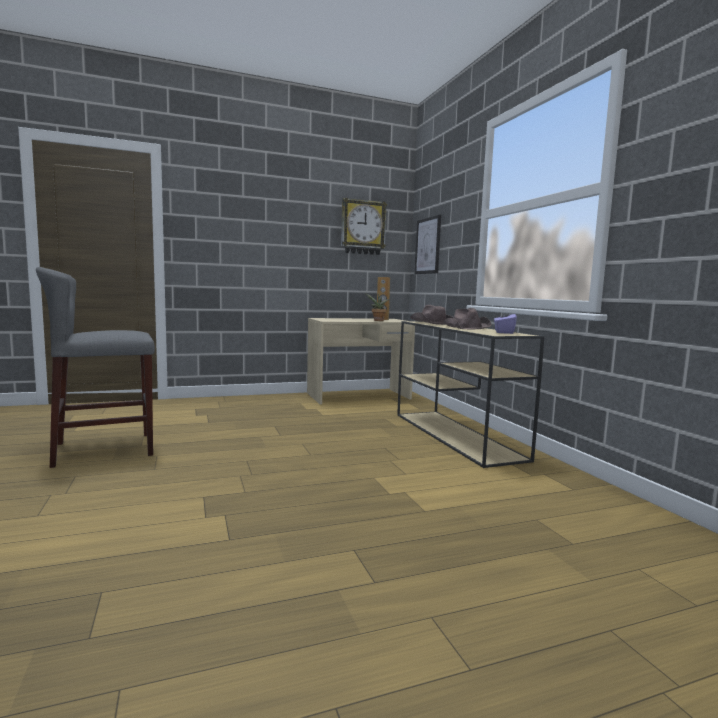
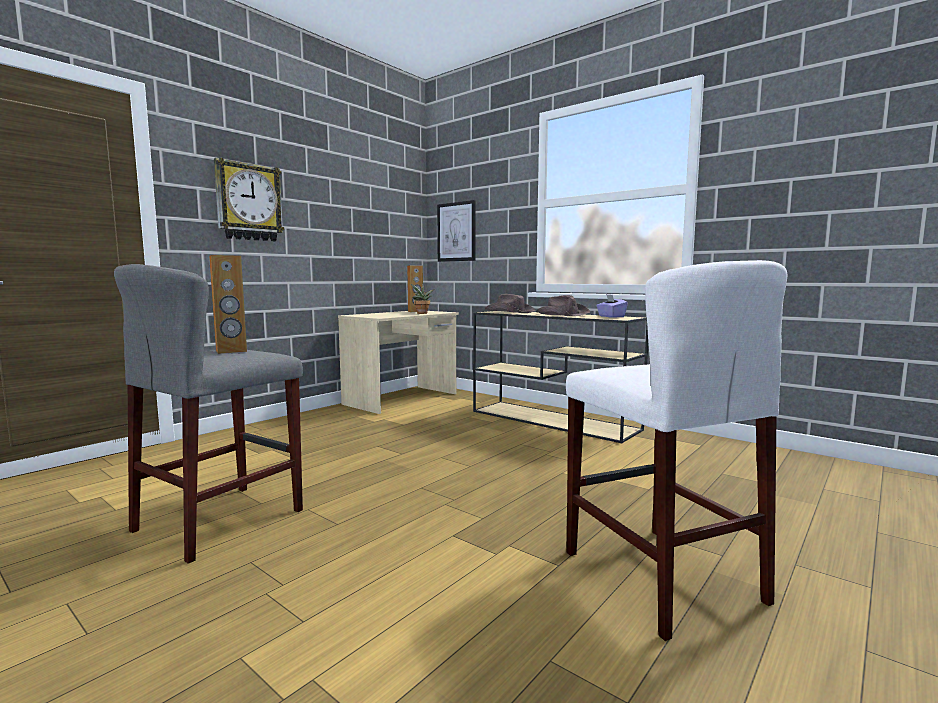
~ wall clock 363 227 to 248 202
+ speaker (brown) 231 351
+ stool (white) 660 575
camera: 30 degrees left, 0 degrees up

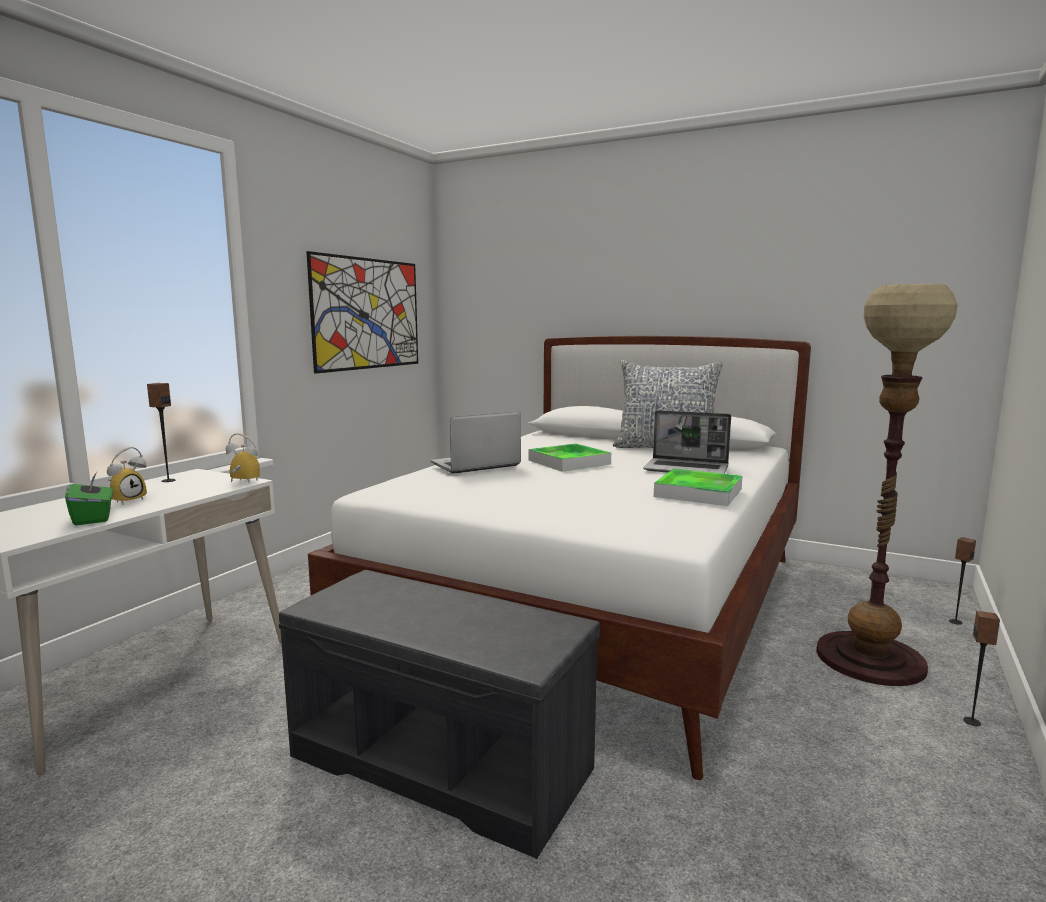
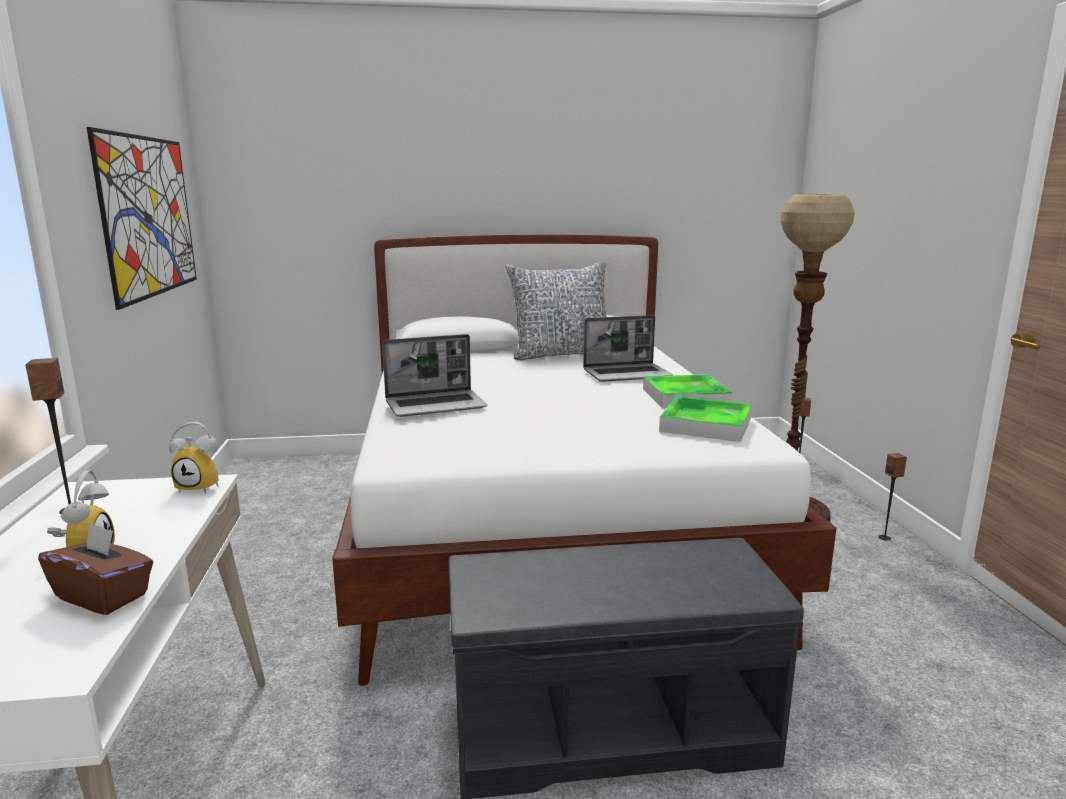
~ laptop 474 465 = 436 405 135 degrees counterclockwise
~ alarm clock 241 482 = 202 487 150 degrees counterclockwise
~ tray 569 462 to 706 424
~ tissue box (green) 93 518 to tissue box (brown) 103 596
camera: 35 degrees left, 5 degrees up

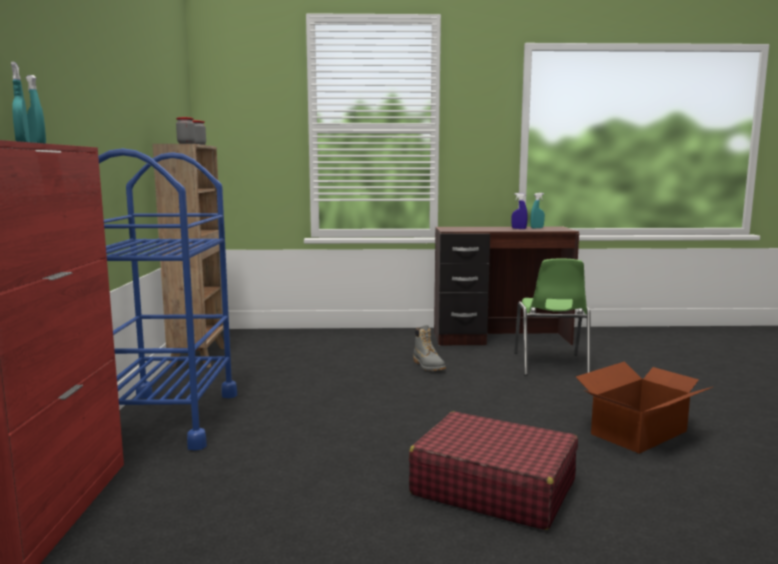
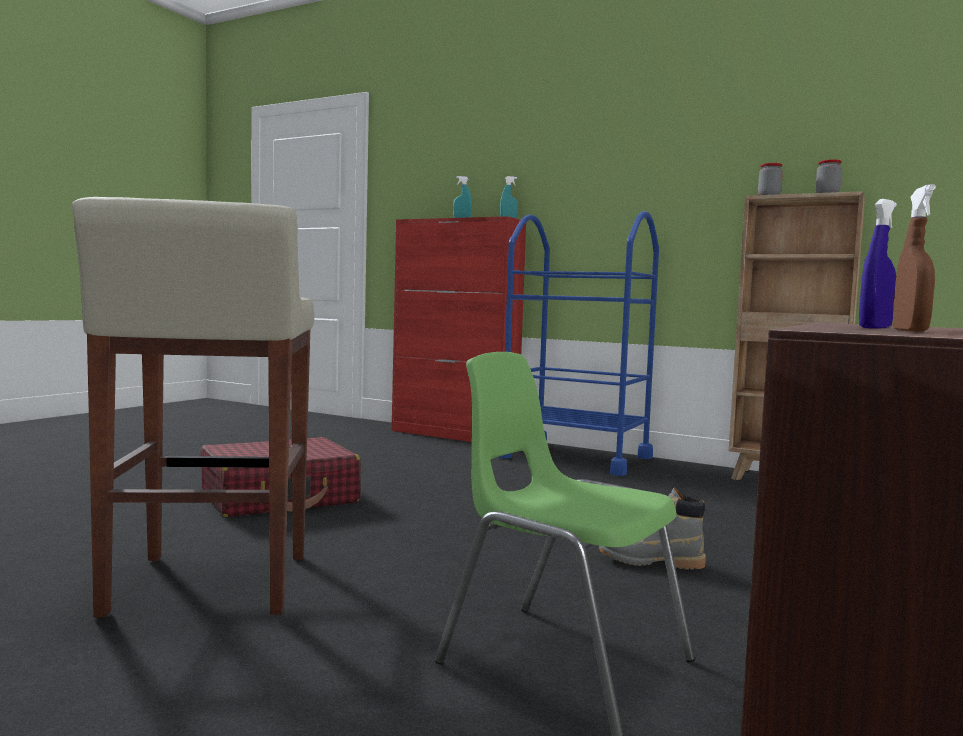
~ spray bottle (turquoise) 537 228 to spray bottle (brown) 910 331
~ cardboard box 640 433 to stool (beige) 208 586
camera: 120 degrees right, 5 degrees down

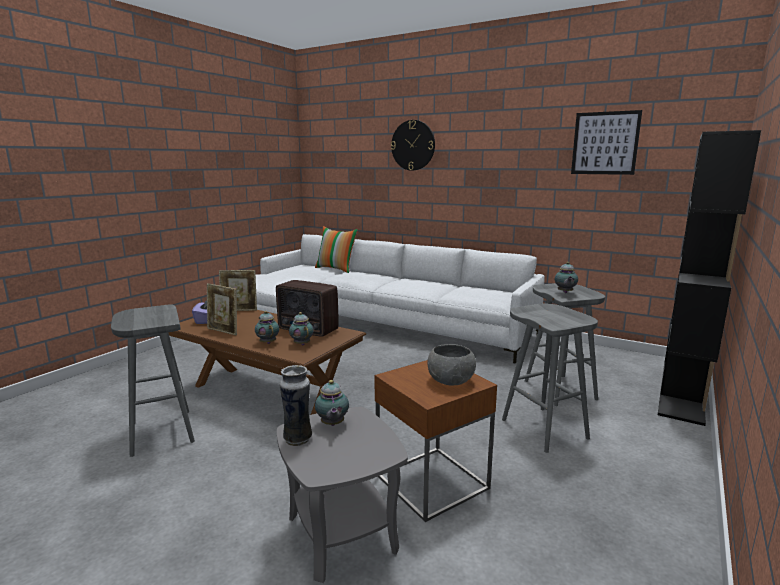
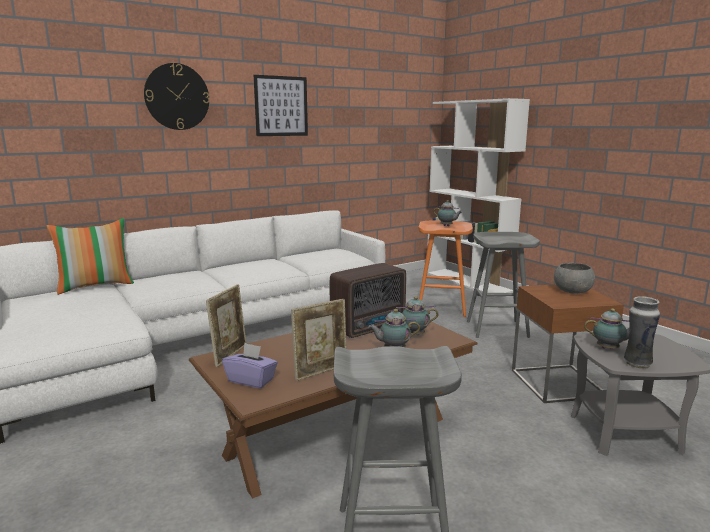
~ picture 605 143 to 281 106
~ bookcase (black) 683 391 to bookcase (white) 468 282
~ stool (grey) 561 390 to stool (orange) 442 308
camera: 65 degrees left, 0 degrees up

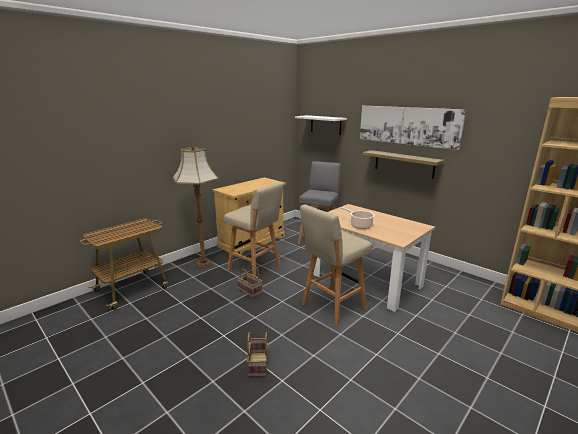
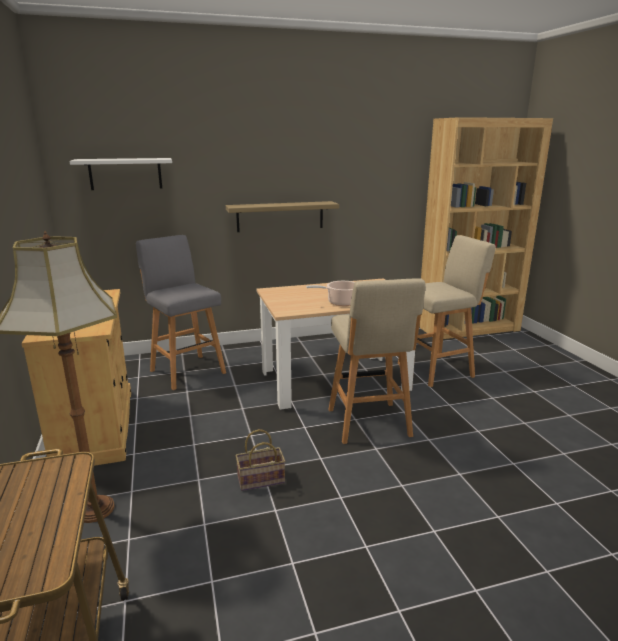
- picture 407 125
~ stool (beige) 255 269 to 437 369
- basket 259 365
camera: 60 degrees left, 0 degrees up

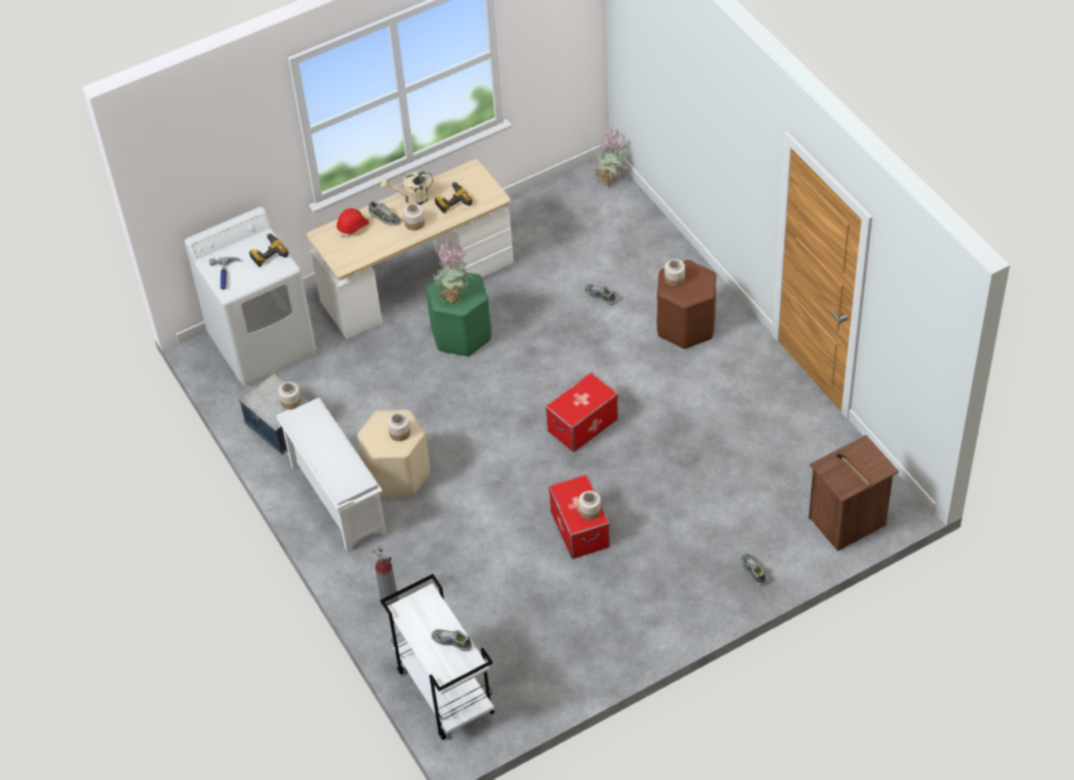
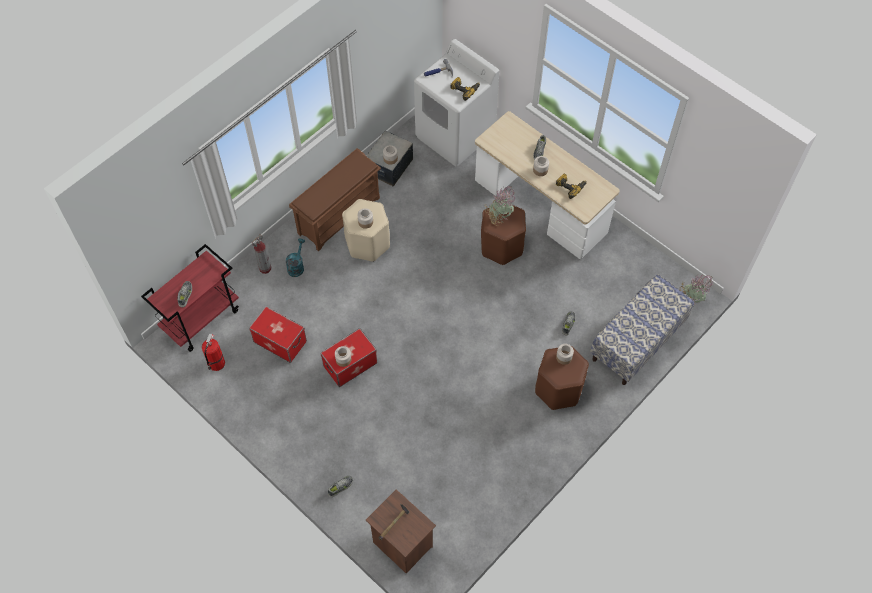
- watering can (beige) 411 198
- hard hat (red) 353 227
~ stool (green) 461 335 to stool (brown) 501 246
~ storage box 583 425 to 279 341
~ shoe rack (white) 336 498 to shoe rack (brown) 339 215
~ cart (white) 444 691 to cart (red) 201 319
+ watering can (turquoise) 296 266
+ bench 637 342
+ fire extinguisher 216 364
camera: 70 degrees right, 10 degrees up

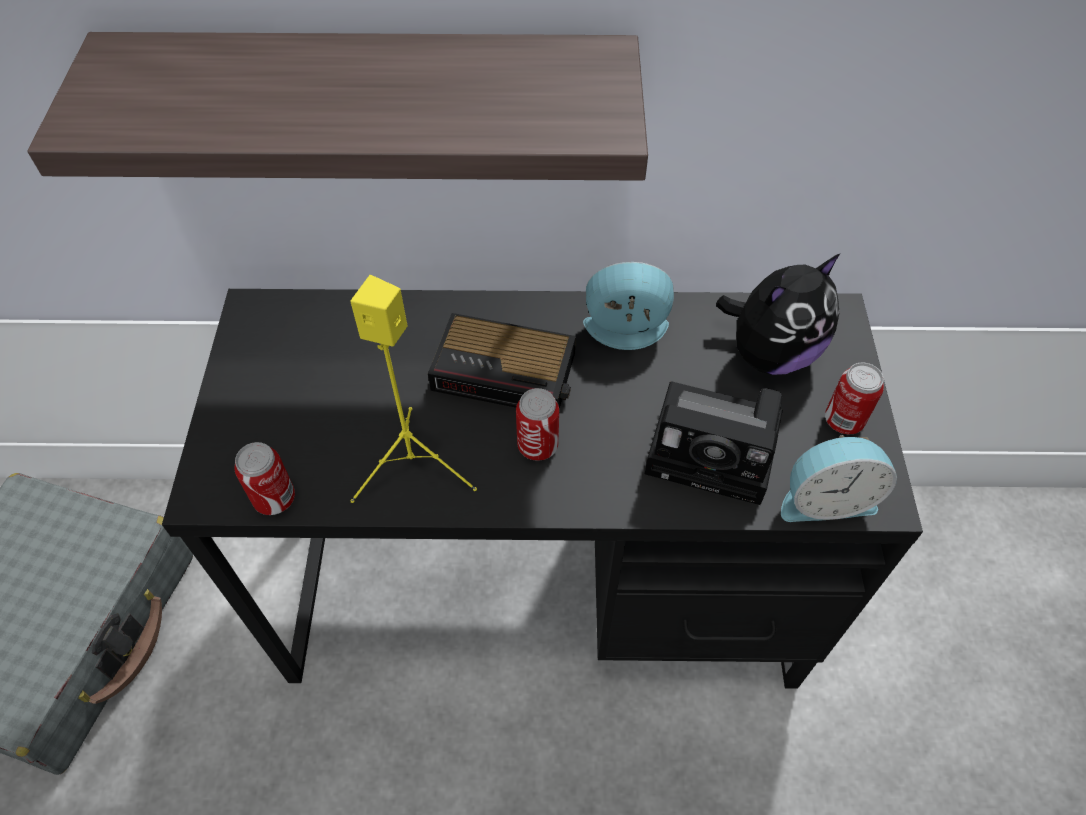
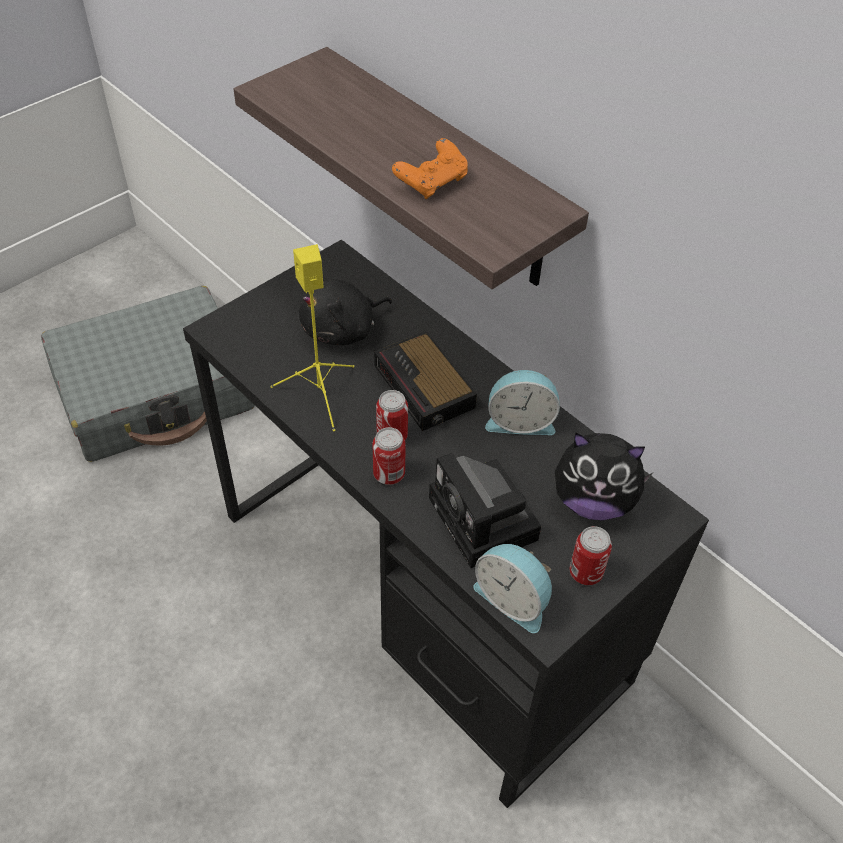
~ alarm clock 626 332 = 520 421 135 degrees clockwise
~ can 274 499 to 389 474
+ game controller (orange) 432 182
+ plush toy (black) 342 330
camera: 45 degrees right, 5 degrees down

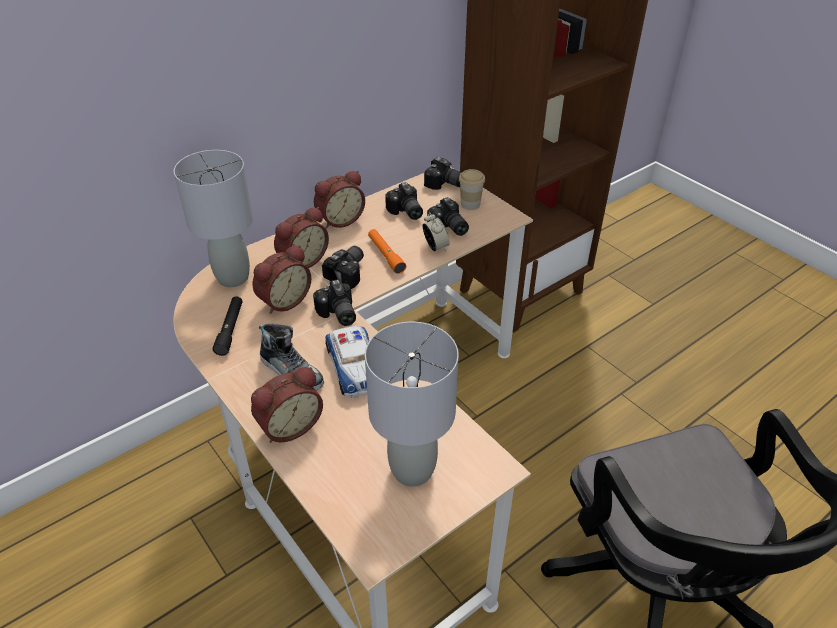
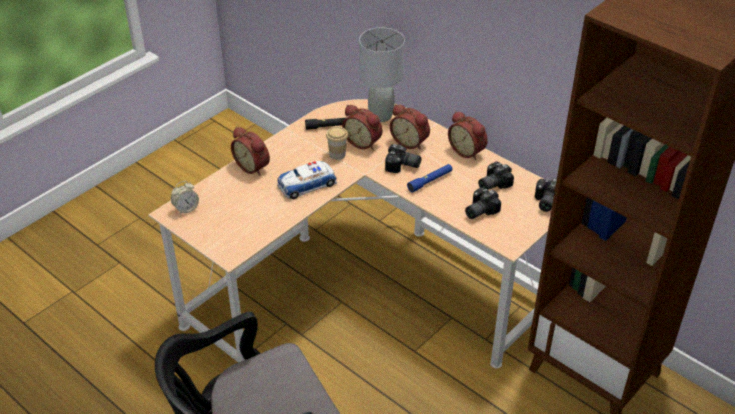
~ cup 470 204 to 337 154
~ alarm clock 435 247 to 186 209
~ flashlight (orange) 386 255 to flashlight (blue) 430 181
- photo camera 337 314
- table lamp (grey) 412 471
- shoe 291 371
camera: 80 degrees right, 0 degrees up

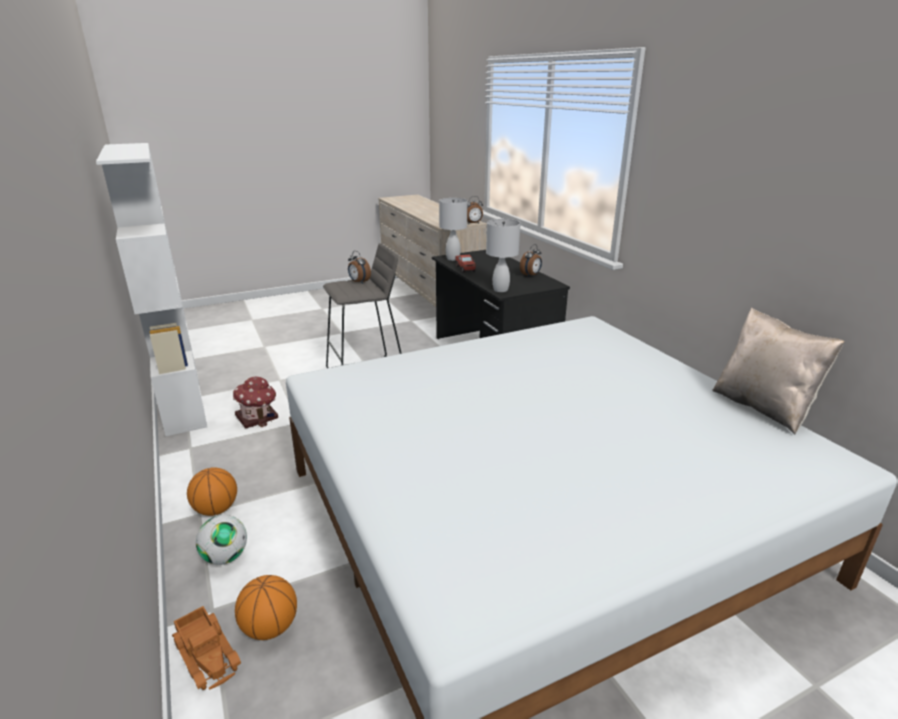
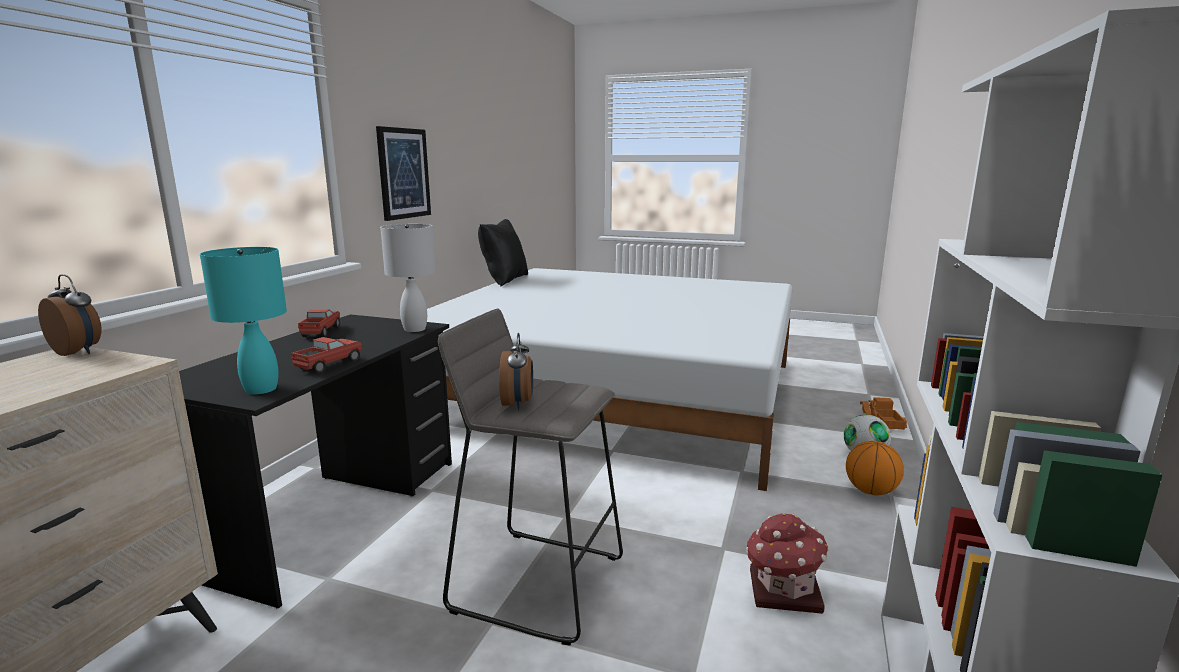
~ table lamp (white) 453 259 to table lamp (turquoise) 260 389
~ alarm clock 531 275 to toy truck 321 332
~ pillow (beige) 762 407 to pillow (black) 504 280
- basketball 270 627
+ picture 403 173
camera: 135 degrees left, 10 degrees down

